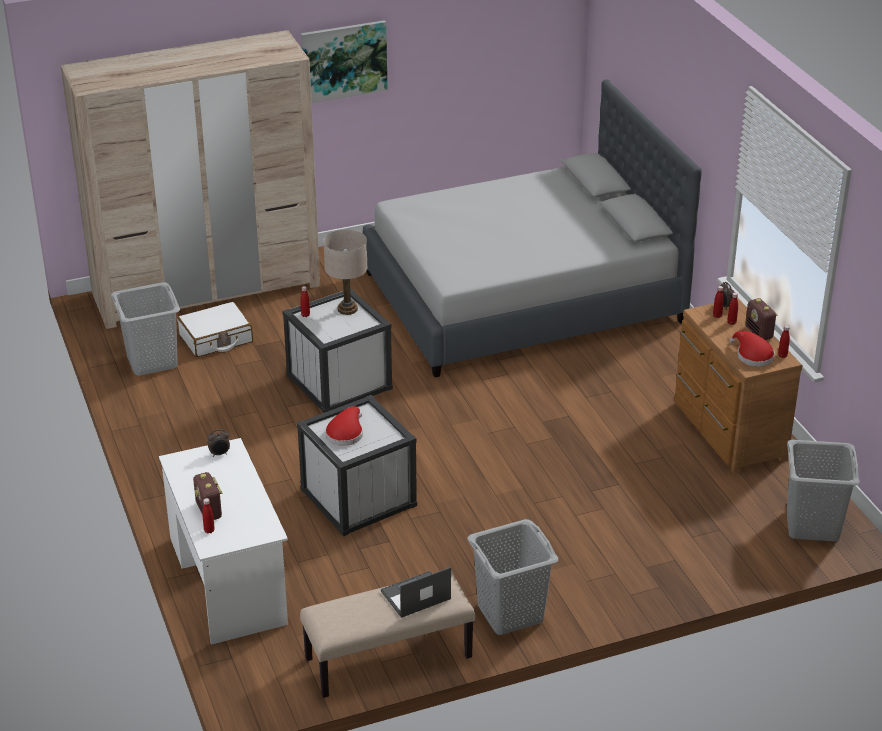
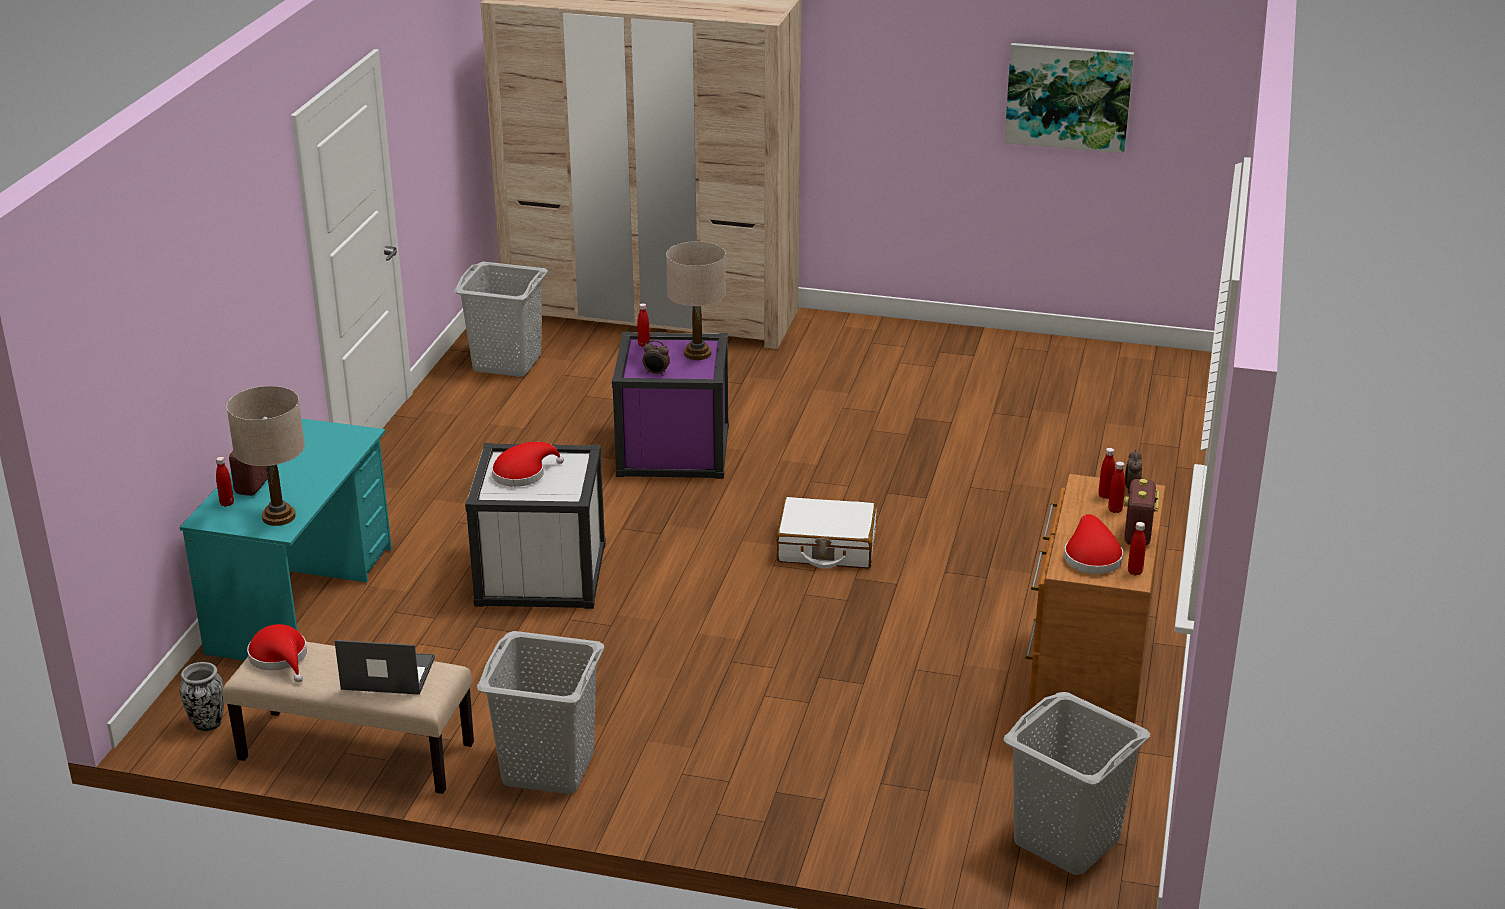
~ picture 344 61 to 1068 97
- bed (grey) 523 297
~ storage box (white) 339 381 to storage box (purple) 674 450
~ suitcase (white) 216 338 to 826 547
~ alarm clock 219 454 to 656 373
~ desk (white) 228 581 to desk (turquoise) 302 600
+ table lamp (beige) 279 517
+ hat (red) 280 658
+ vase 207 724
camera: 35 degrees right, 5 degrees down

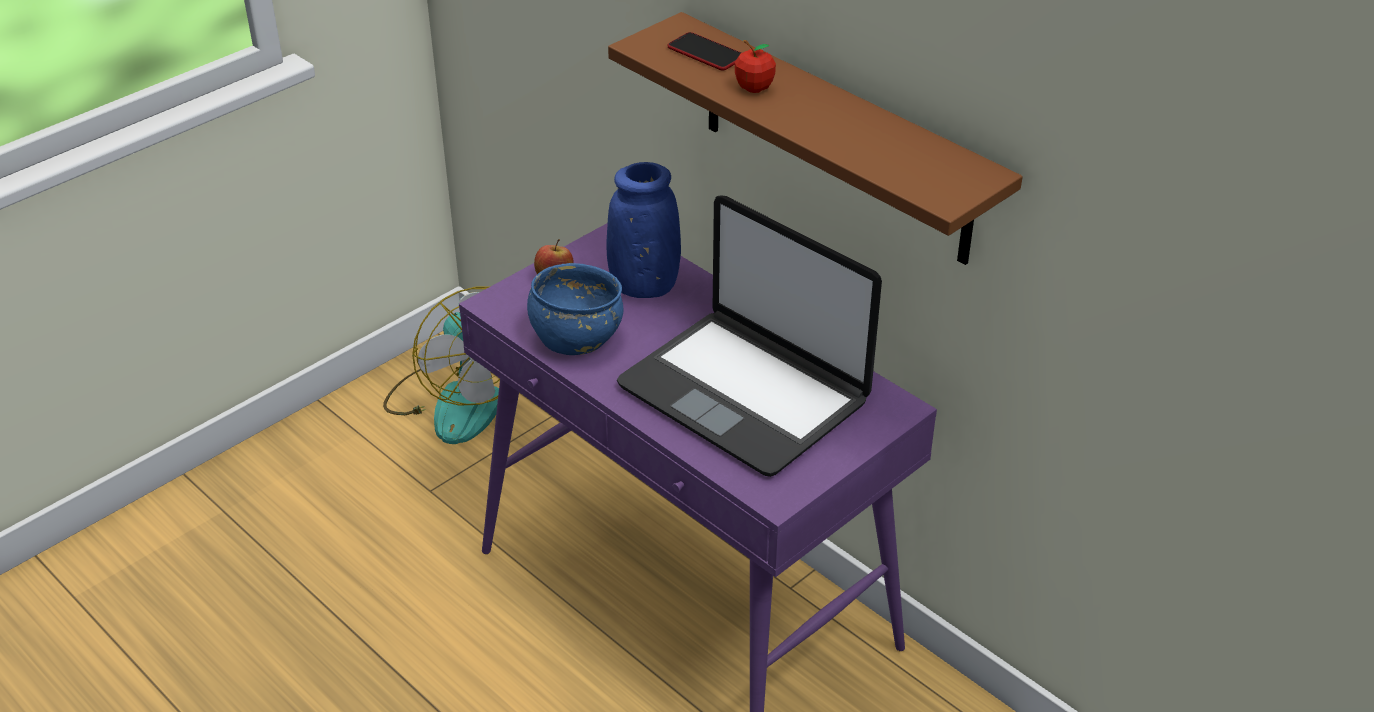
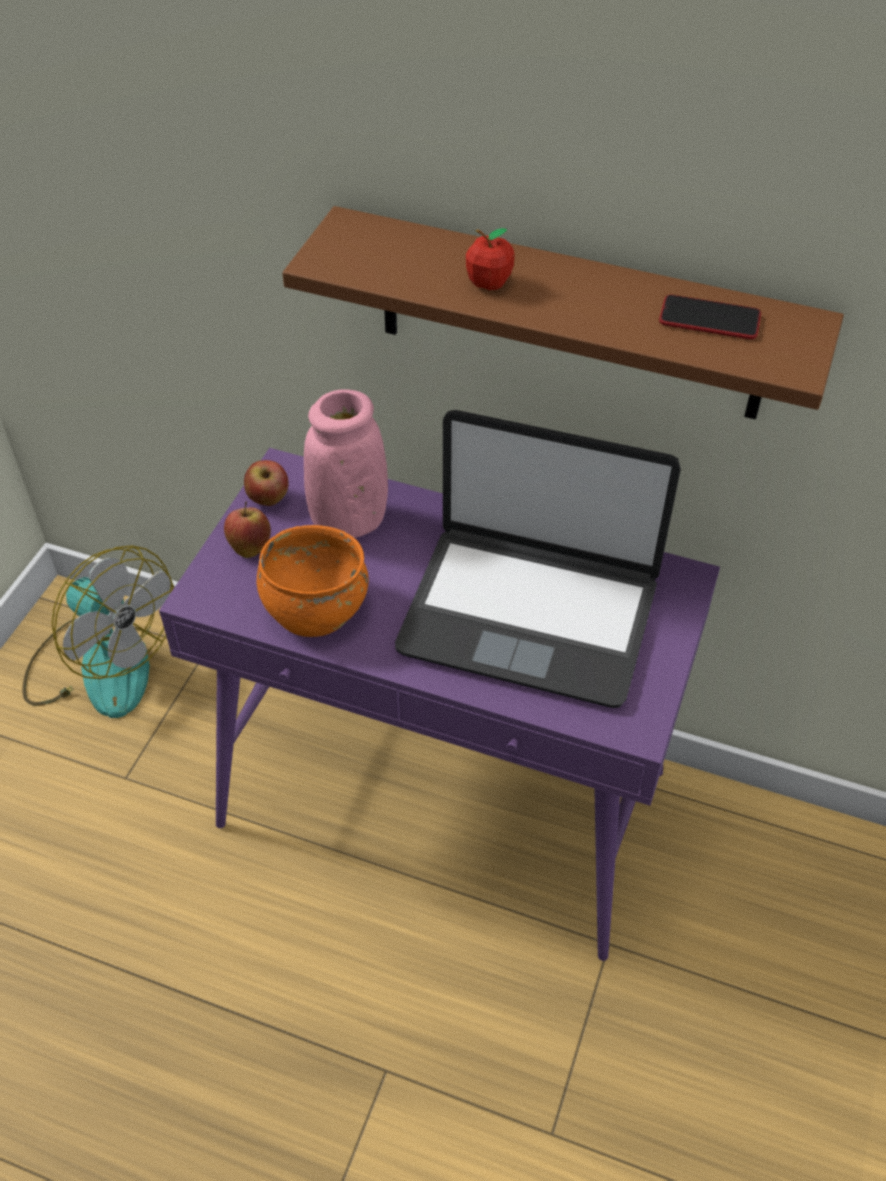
~ phone 706 53 to 709 319
~ vase (blue) 644 286 to vase (pink) 349 522
~ bowl (blue) 576 338 to bowl (orange) 316 609
+ apple 268 500
camera: 25 degrees left, 10 degrees up

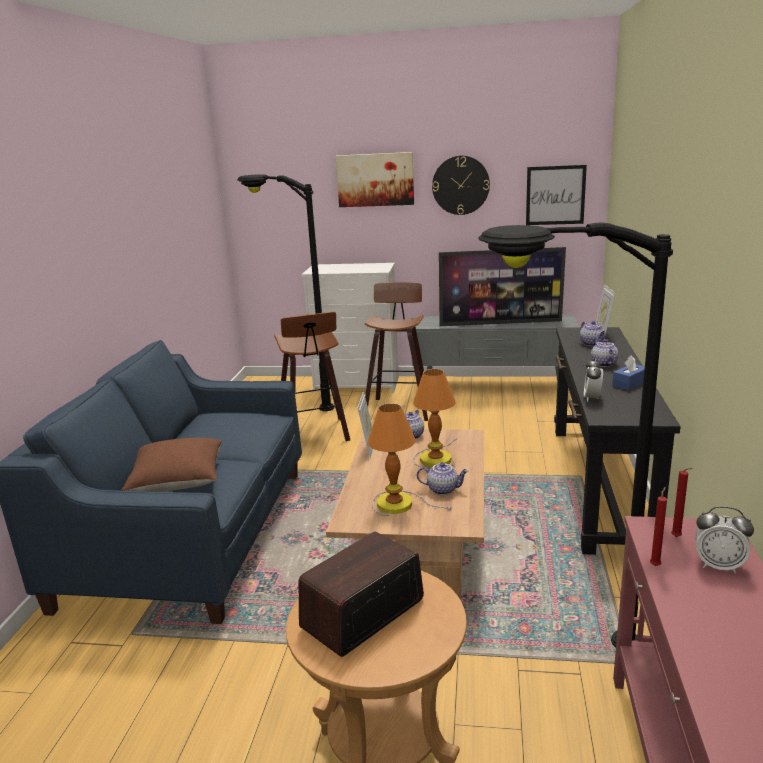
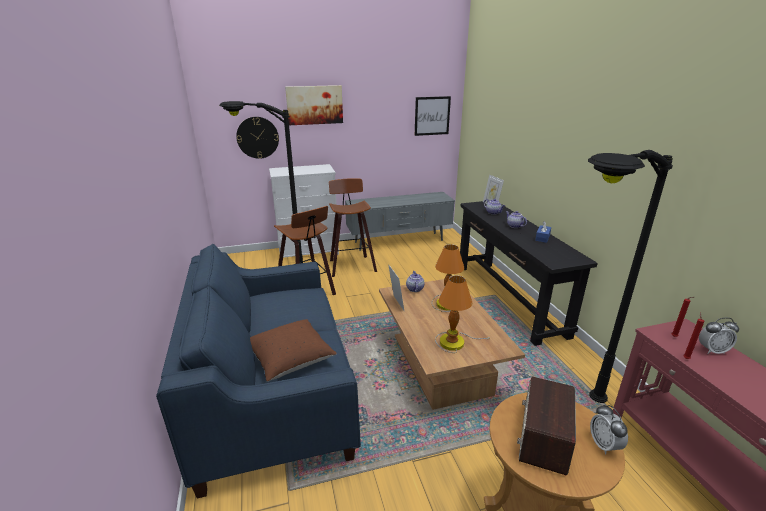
~ wall clock 460 185 to 257 137
- television 500 323
~ alarm clock 592 398 to 604 445
- teapot 443 489
camera: 25 degrees left, 5 degrees up

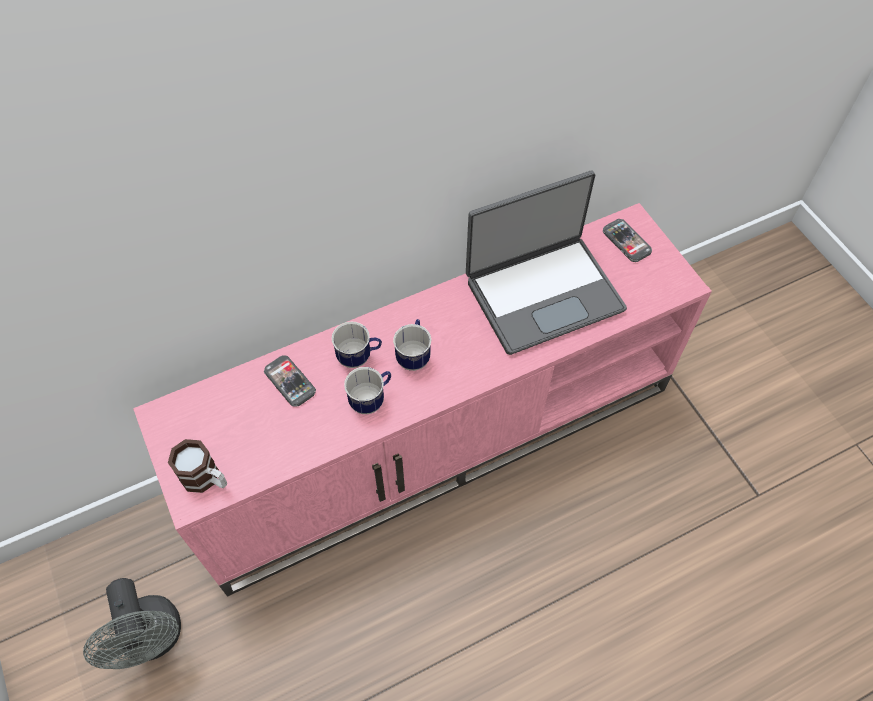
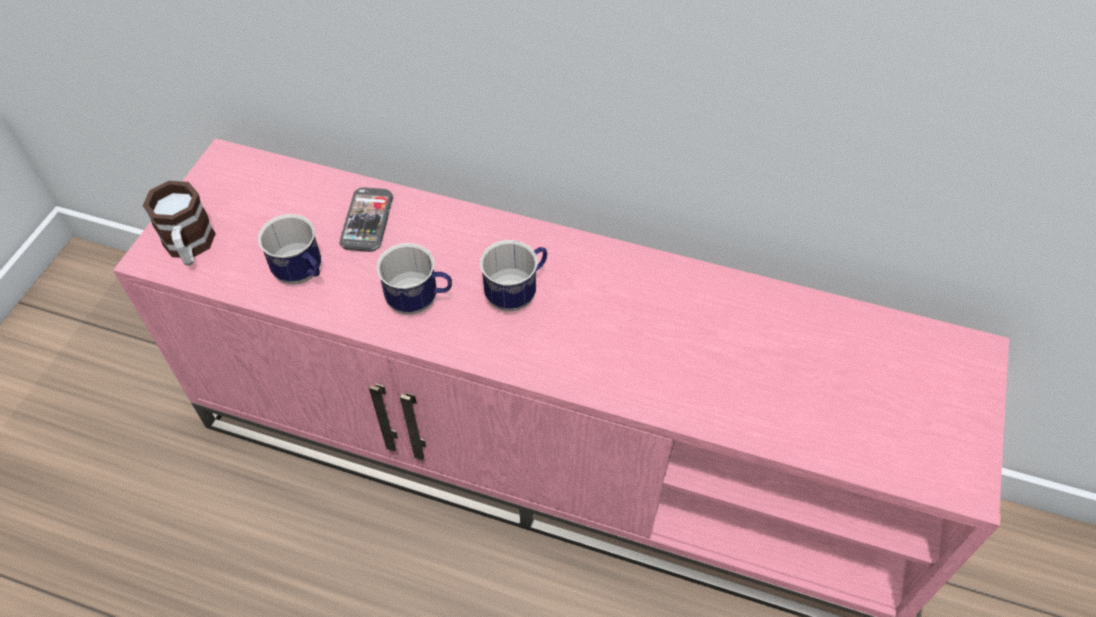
- laptop 543 293
- phone 626 241
~ mug 359 357 to 303 275
- fan (grey) 153 640
camera: 45 degrees right, 5 degrees down

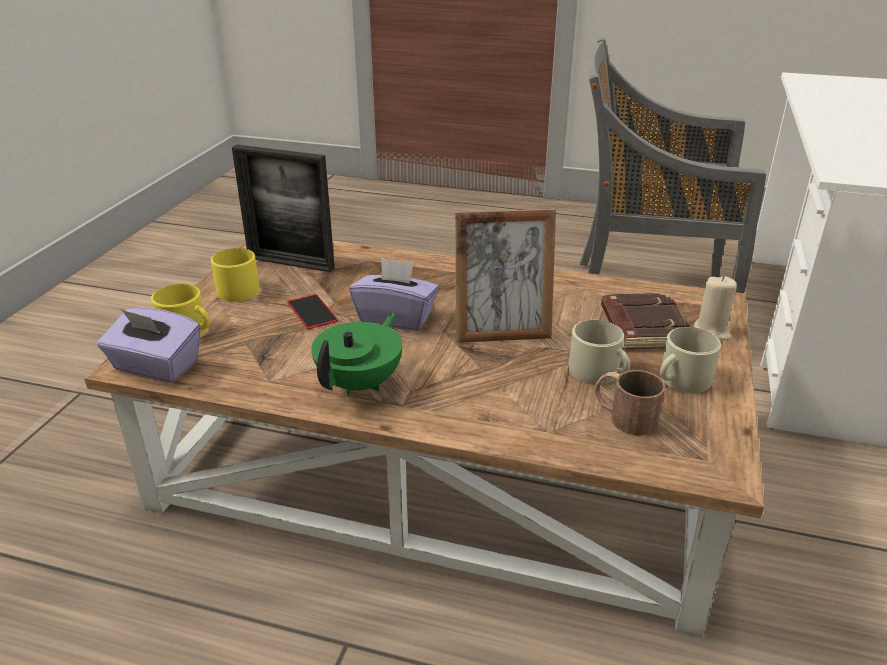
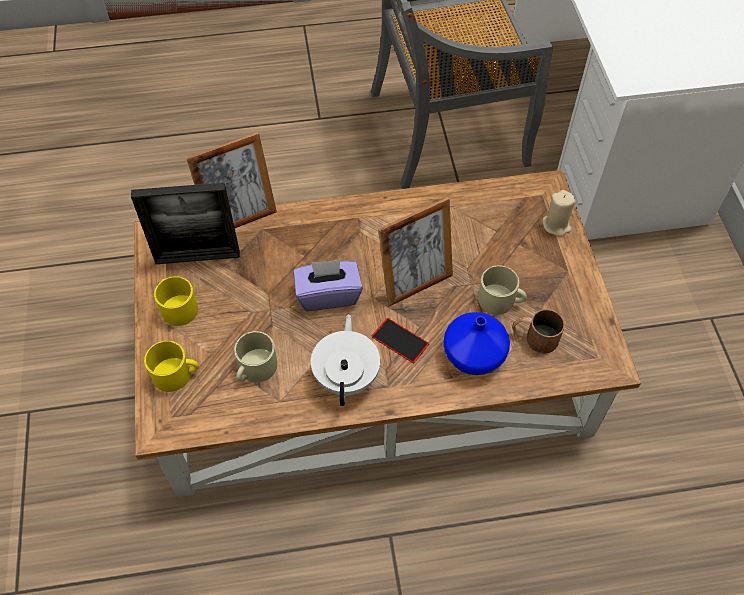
- book (brown) 642 327
~ phone 312 311 to 400 340
- tissue box (purple) 156 367
~ teapot (green) 361 383 to teapot (white) 347 376
~ mug (beige) 681 380 to 255 369
+ picture frame 240 217
+ vase (blue) 472 356
camera: 25 degrees left, 25 degrees up

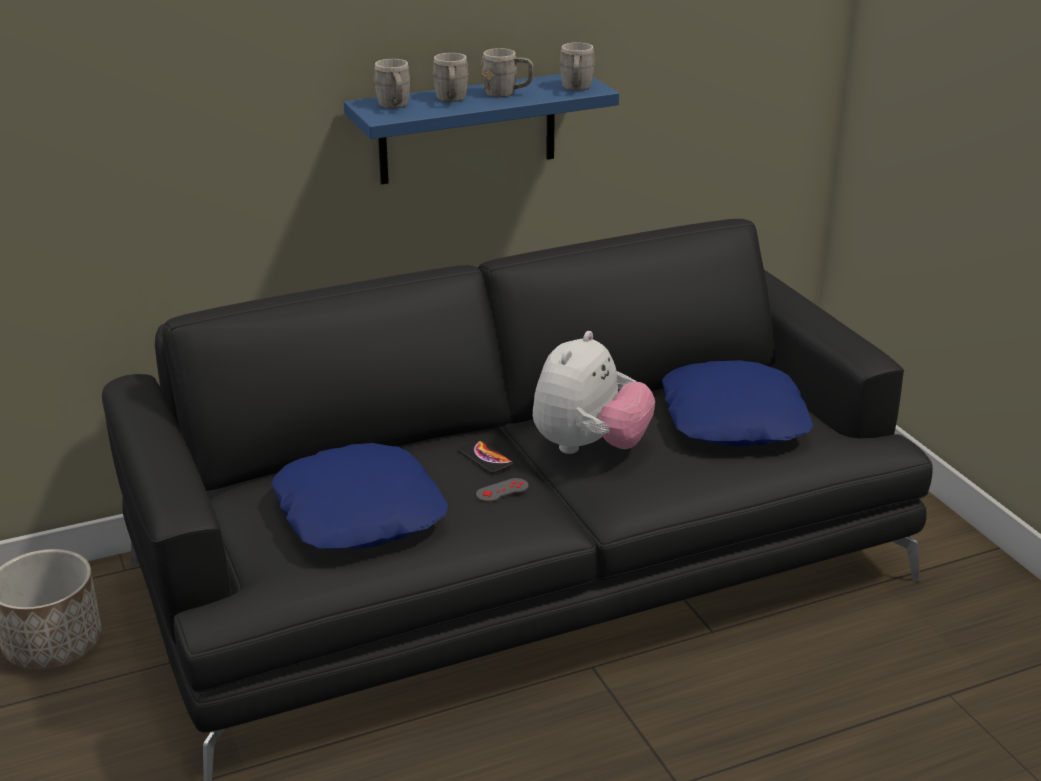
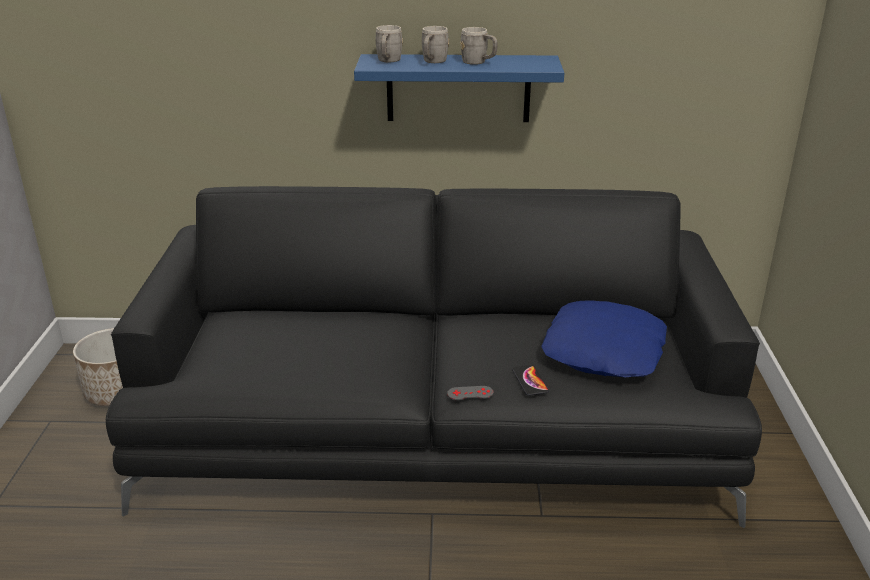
- mug (grey) 576 89
- plush toy 589 447
~ phone 485 457 to 530 381
- pillow (blue) 361 512
~ game controller (grey) 502 490 to 470 393
camera: 25 degrees right, 0 degrees up

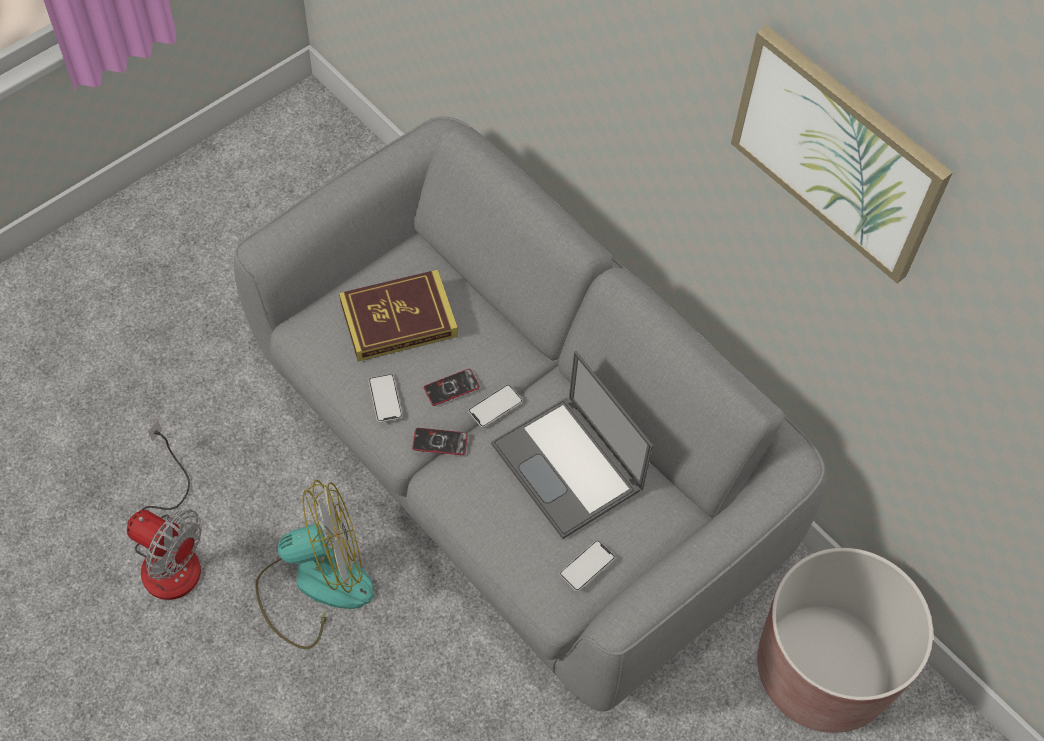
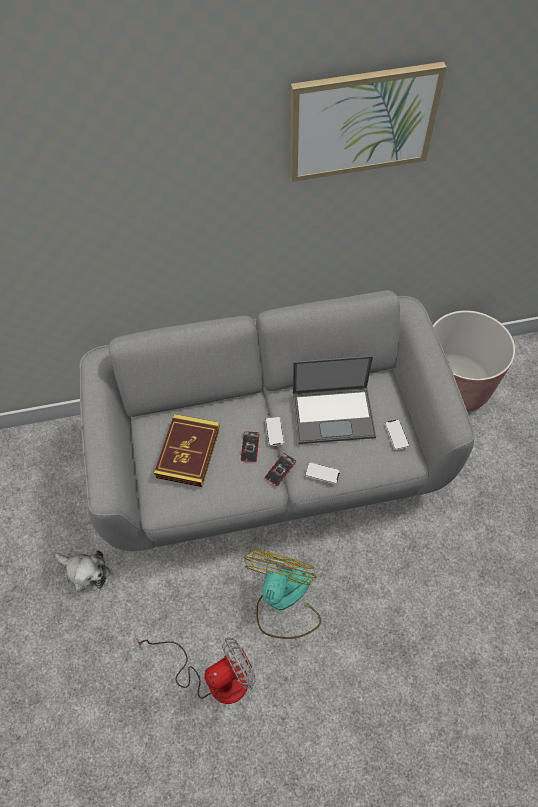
~ phone 385 398 to 322 473
+ plush toy 86 572
camera: 55 degrees left, 0 degrees up

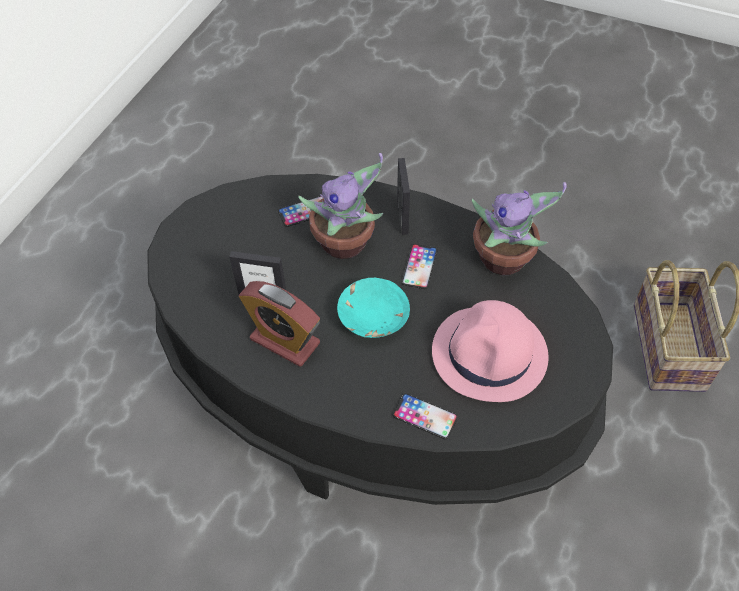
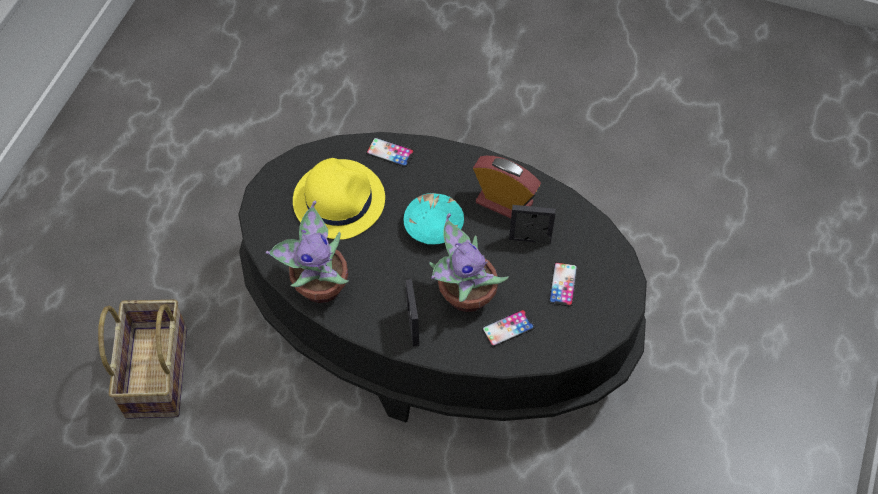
~ phone 419 266 to 563 284
~ hat (pink) 489 355 to hat (yellow) 338 199
camera: 175 degrees right, 5 degrees up

